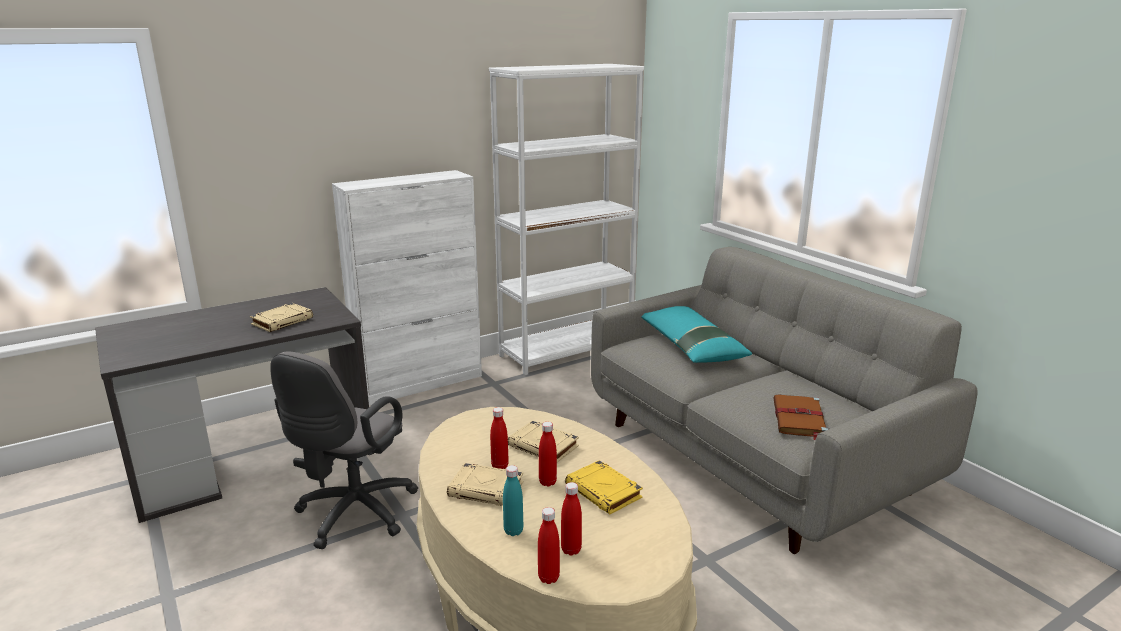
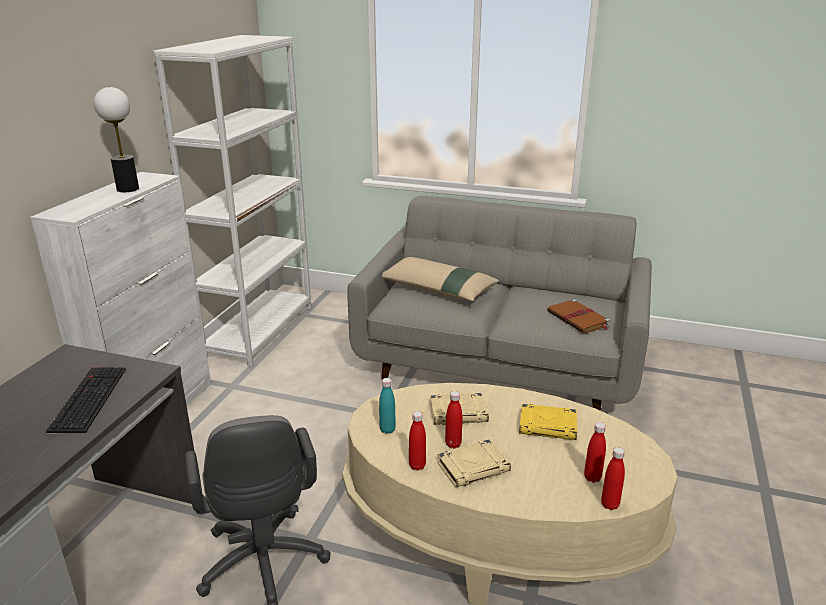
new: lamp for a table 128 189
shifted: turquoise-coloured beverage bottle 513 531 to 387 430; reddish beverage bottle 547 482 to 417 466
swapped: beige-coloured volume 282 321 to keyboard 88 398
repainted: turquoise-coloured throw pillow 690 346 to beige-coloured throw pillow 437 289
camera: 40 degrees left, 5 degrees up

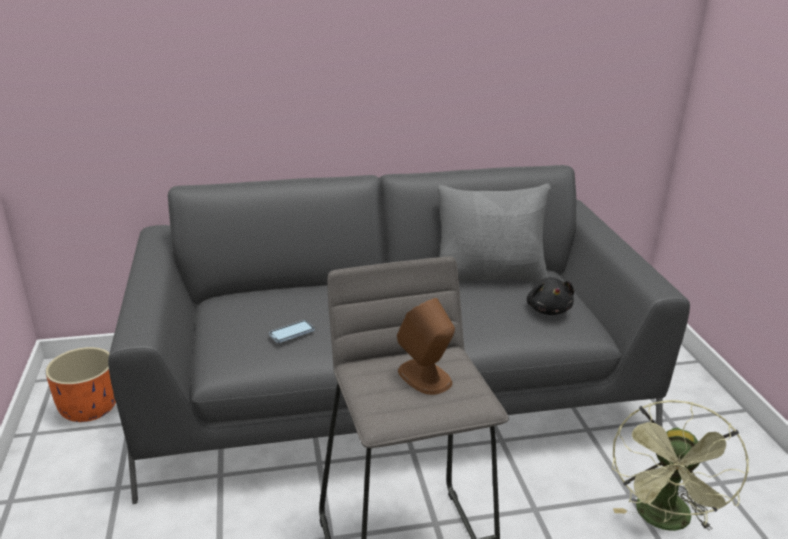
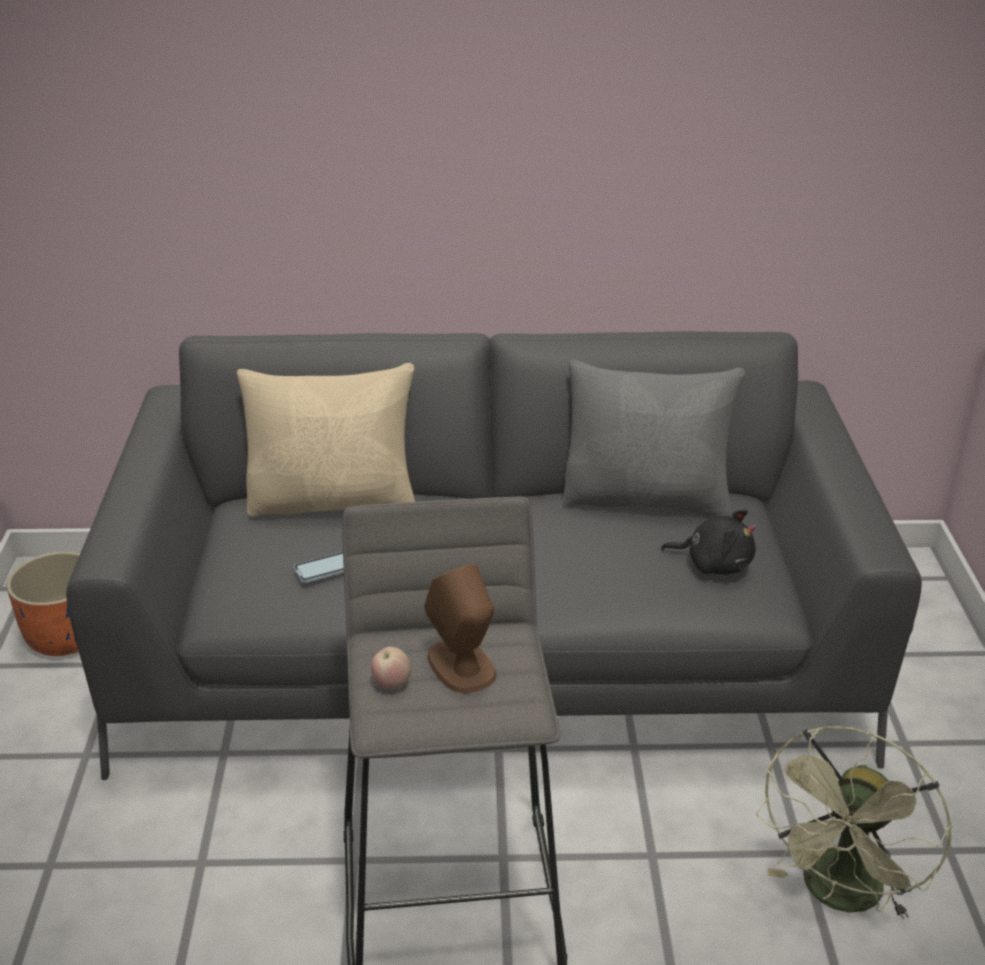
new: beige-coloured throw pillow 334 501; apple fruit 391 684
rotated: black-coloured soft toy 548 309 = 714 564 75 degrees counterclockwise
camera: 10 degrees right, 5 degrees up

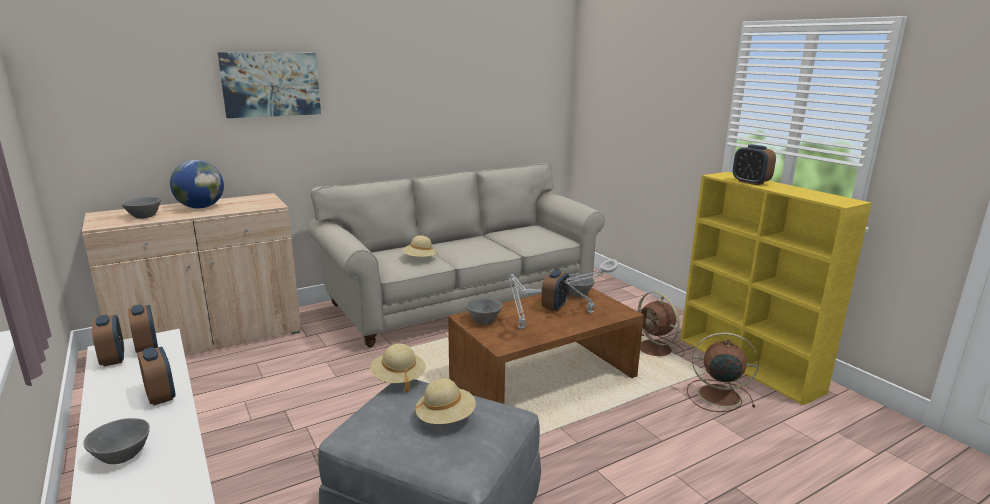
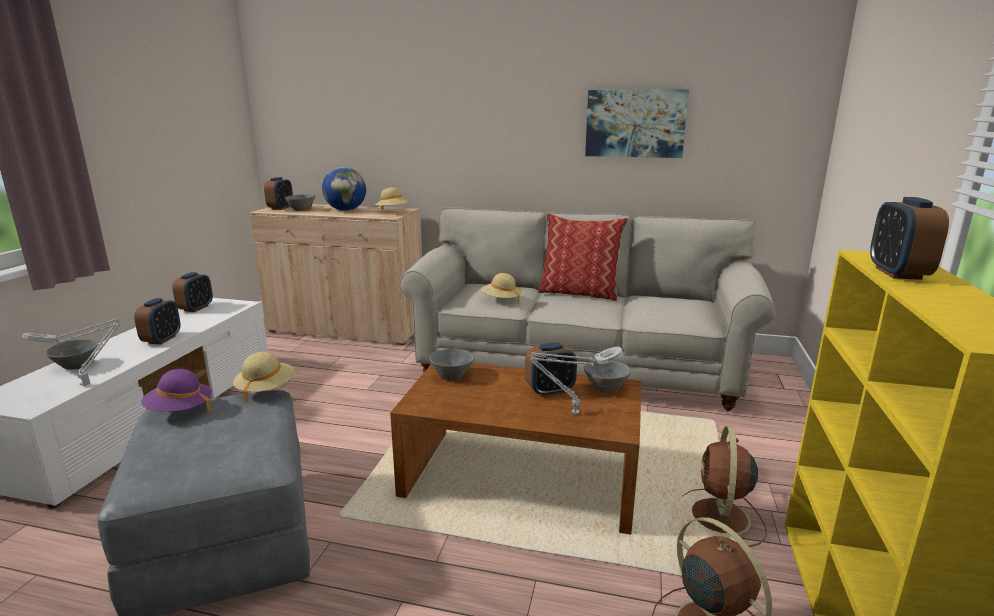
new: purplish wearable hat 180 410; throw pillow 579 293
shifted: table clock 147 347 to 280 208; wall art 271 84 to 635 123; beige-coloured wearable hat 445 418 to 393 212; greyish lamp for a table 520 327 to 88 384
camera: 45 degrees right, 0 degrees up

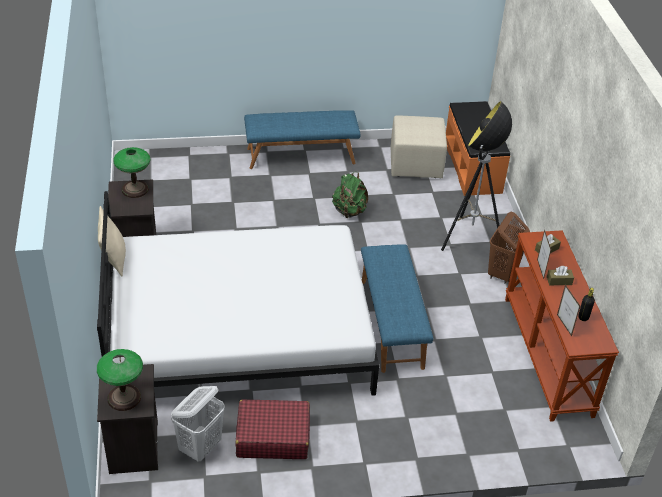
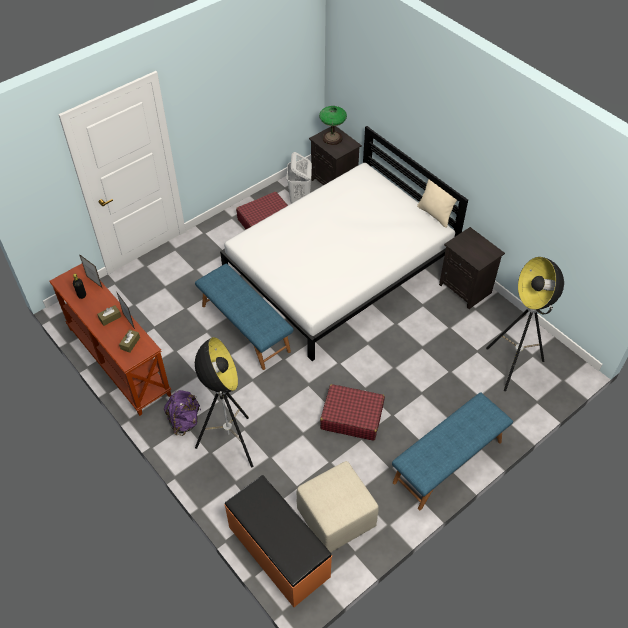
gone: lamp for a table 134 189
new: standard lamp 513 366
swapped: green knapsack 349 211 to reddish travel case 351 417; brownish laundry basket 502 273 to purplish knapsack 184 421
camera: 150 degrees right, 10 degrees up

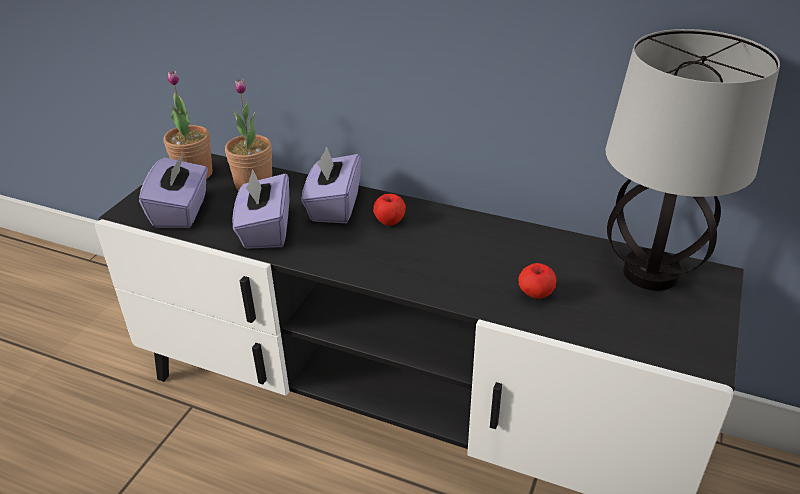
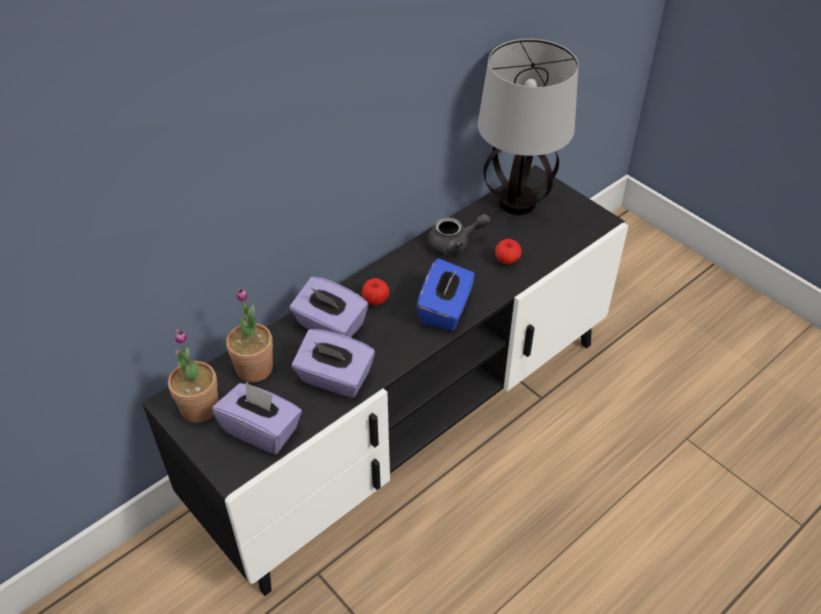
new: blue tissue holder 445 309; greyish tea pot 455 244
camera: 65 degrees left, 10 degrees up

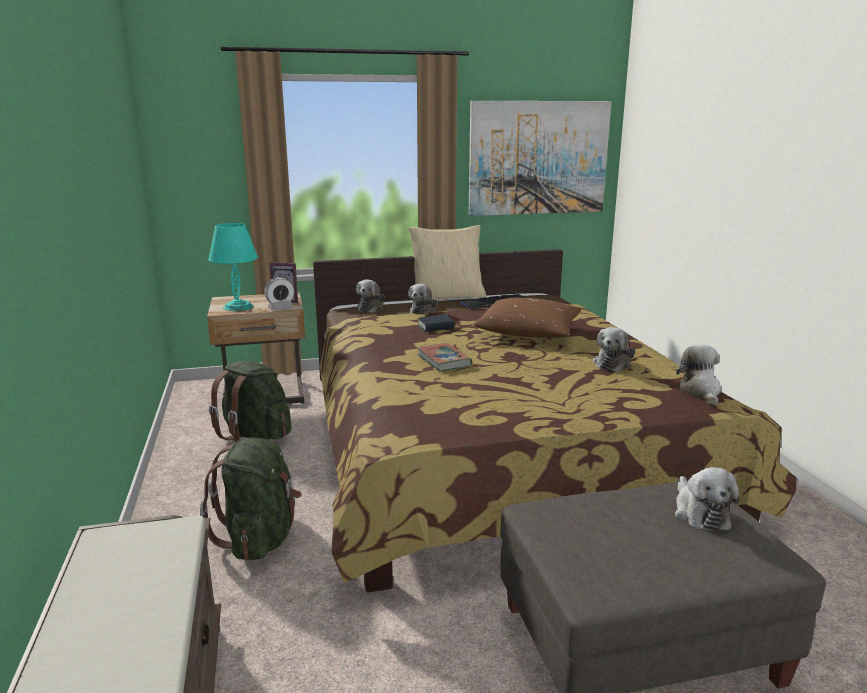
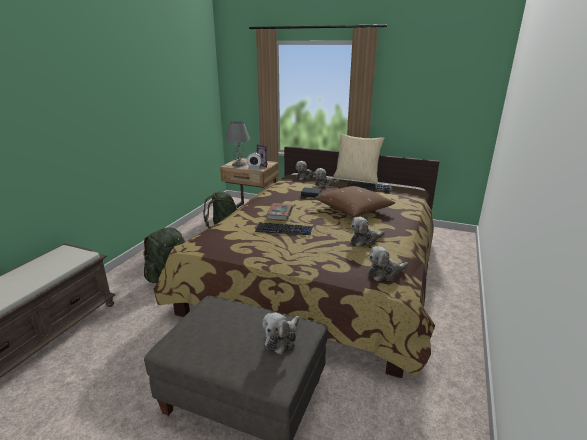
gone: wall art 538 158
new: keyboard 284 230
repainted: turquoise-coloured lamp for a table 237 307 to greyish lamp for a table 239 164
rotated: soft toy 700 392 = 385 273 150 degrees counterclockwise
camera: 35 degrees right, 5 degrees up

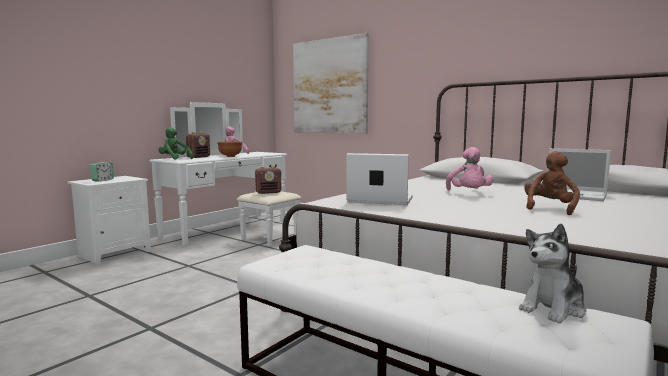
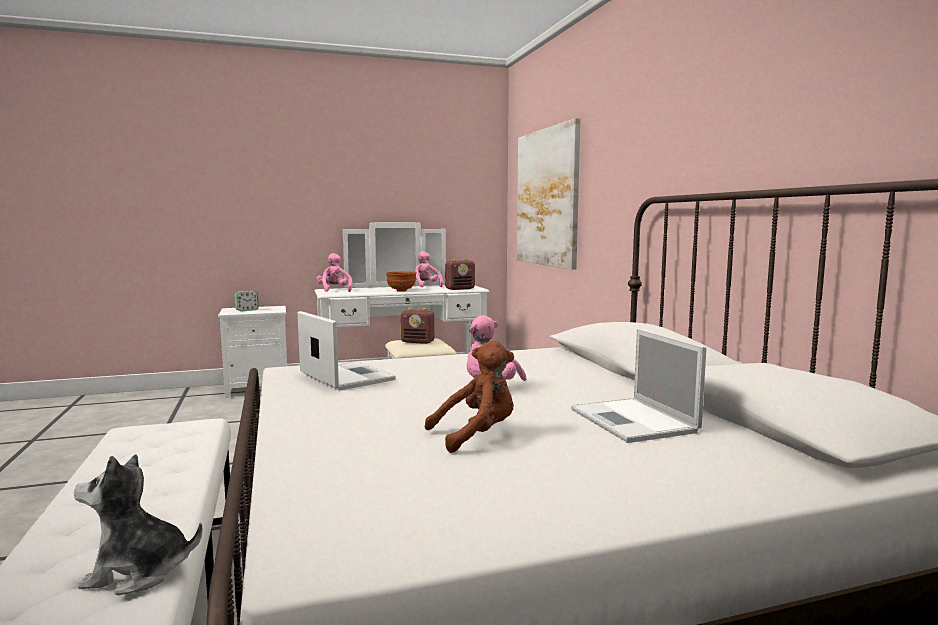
shifted: radio 198 157 to 460 289
repainted: green soft toy 174 159 to pink soft toy 334 290
camera: 35 degrees right, 0 degrees up

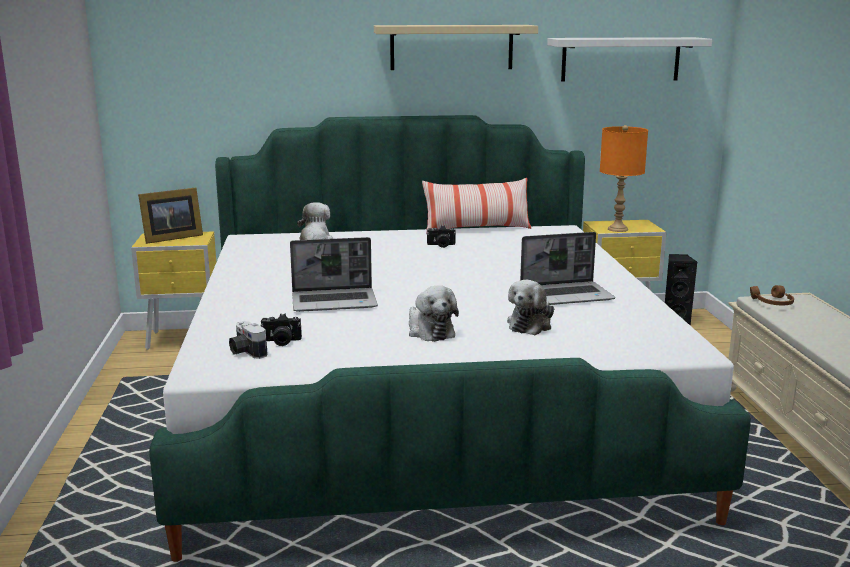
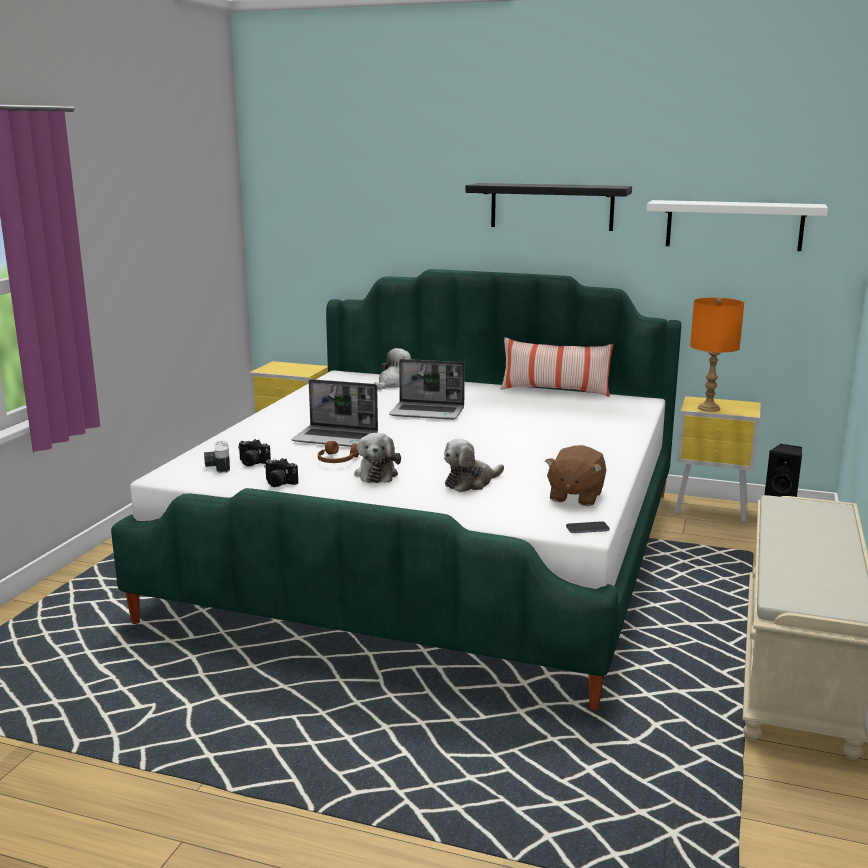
gone: photo frame 170 238
new: brownish soft toy 575 496; phone 587 529
shifted: photo camera 441 245 to 278 483; laptop 567 295 to 428 412; brownish headset 772 303 to 337 460
repainted: beige-coloured bracket shelf 451 47 to black-coloured bracket shelf 551 206
camera: 25 degrees right, 0 degrees up

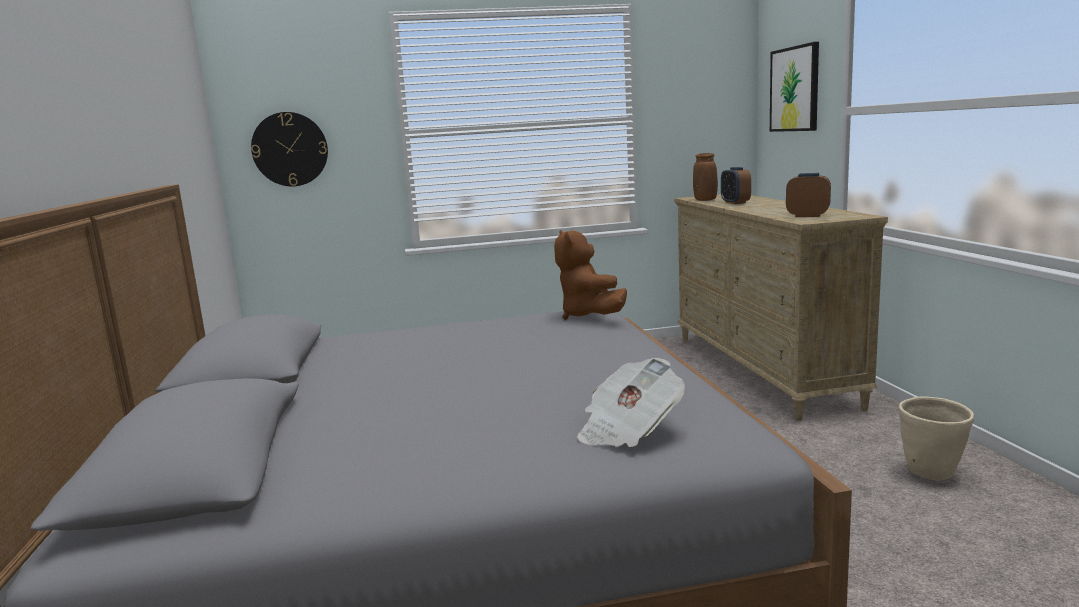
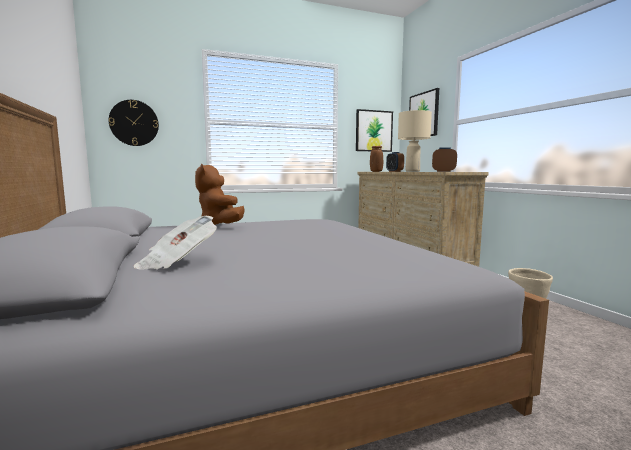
new: wall art 373 131; beige-coloured lamp for a table 412 171
shifted: brownish soft toy 589 316 to 220 226; printed paper 628 430 to 177 262
camera: 10 degrees left, 5 degrees down

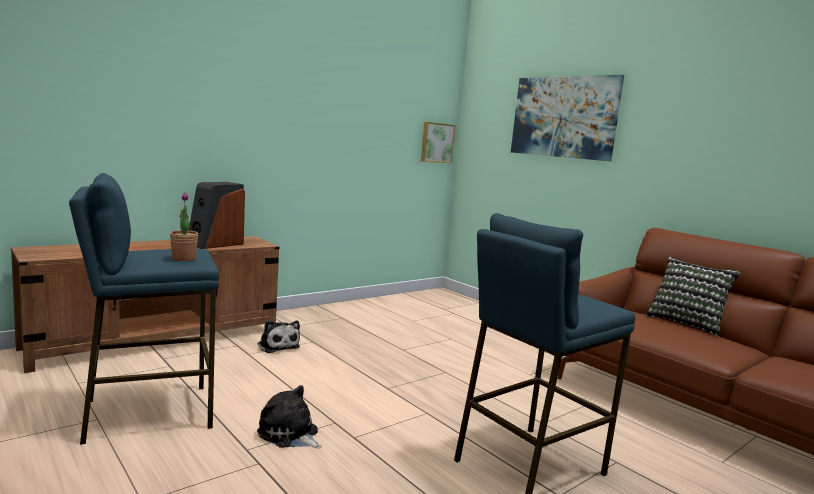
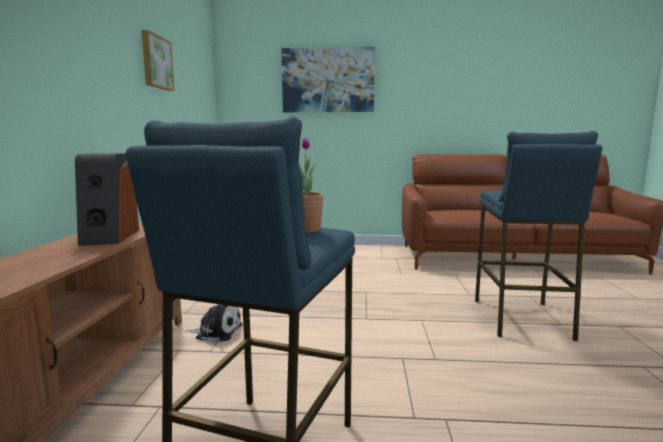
gone: soft toy 290 434; throw pillow 686 323
shifted: wall art 436 142 to 156 62
camera: 45 degrees left, 0 degrees up

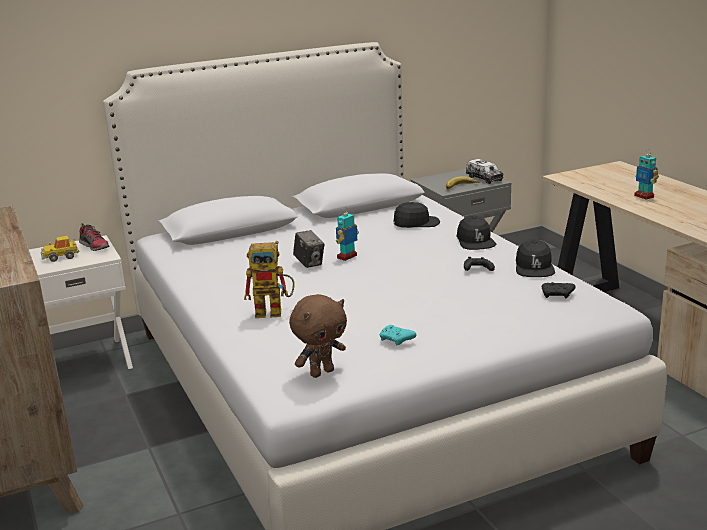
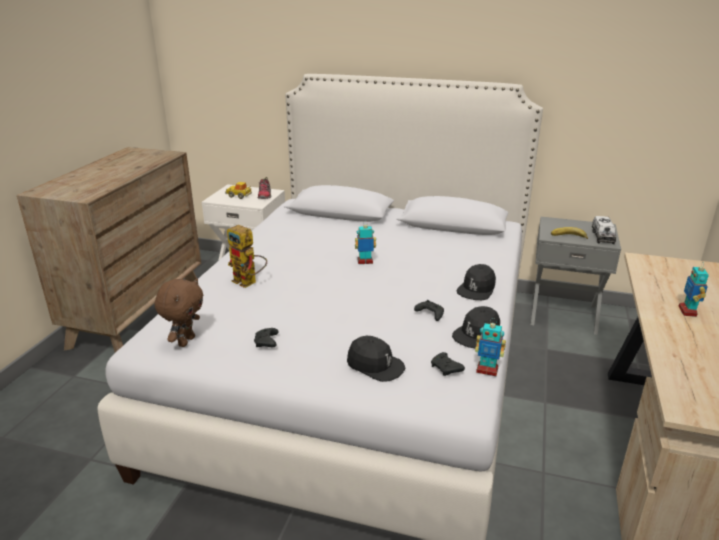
gone: photo camera 309 263
new: robot figure 487 370
shifted: black-coloured cap 416 223 to 375 365
repainted: turquoise-coloured game controller 397 340 to black-coloured game controller 267 343
rotated: brownish soft toy 321 372 = 185 341 75 degrees counterclockwise
camera: 40 degrees right, 5 degrees up

